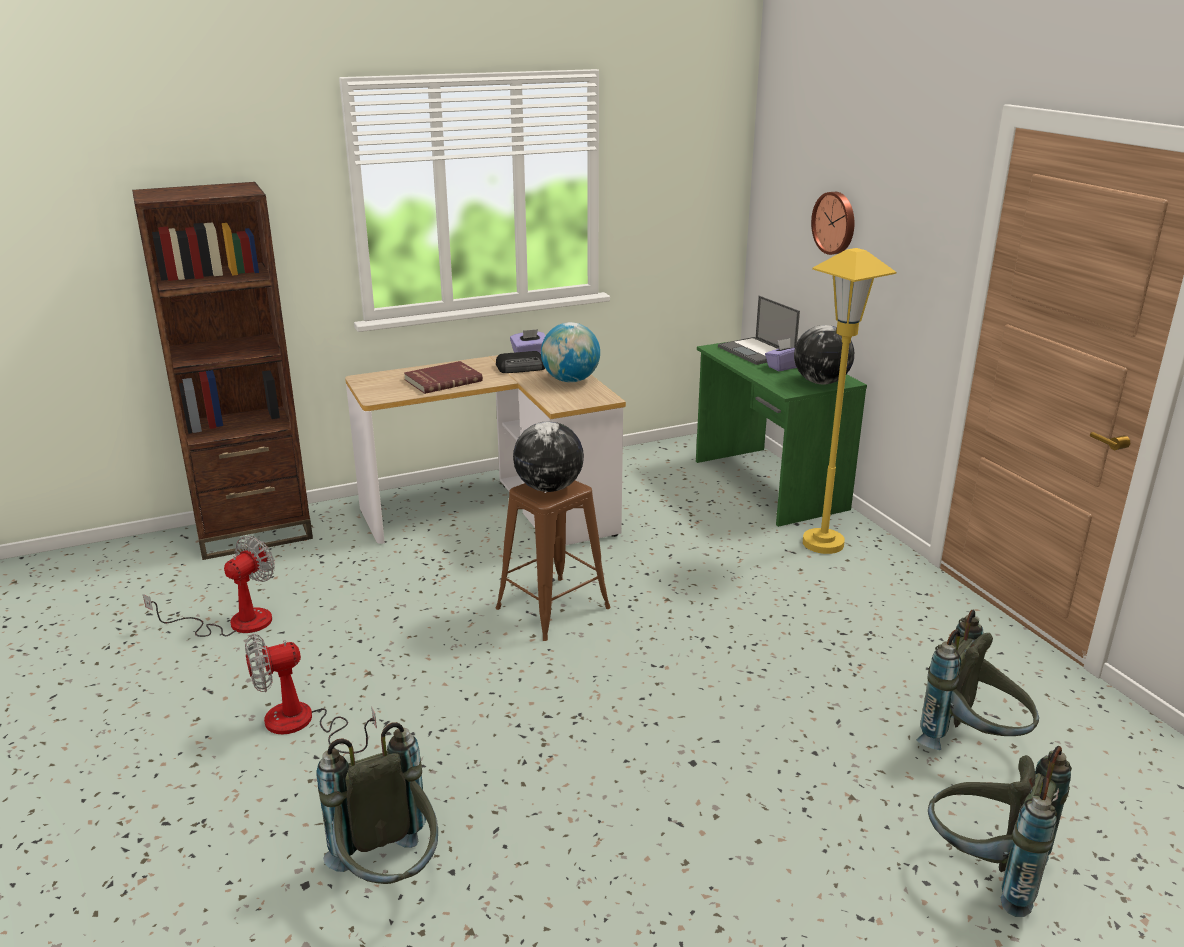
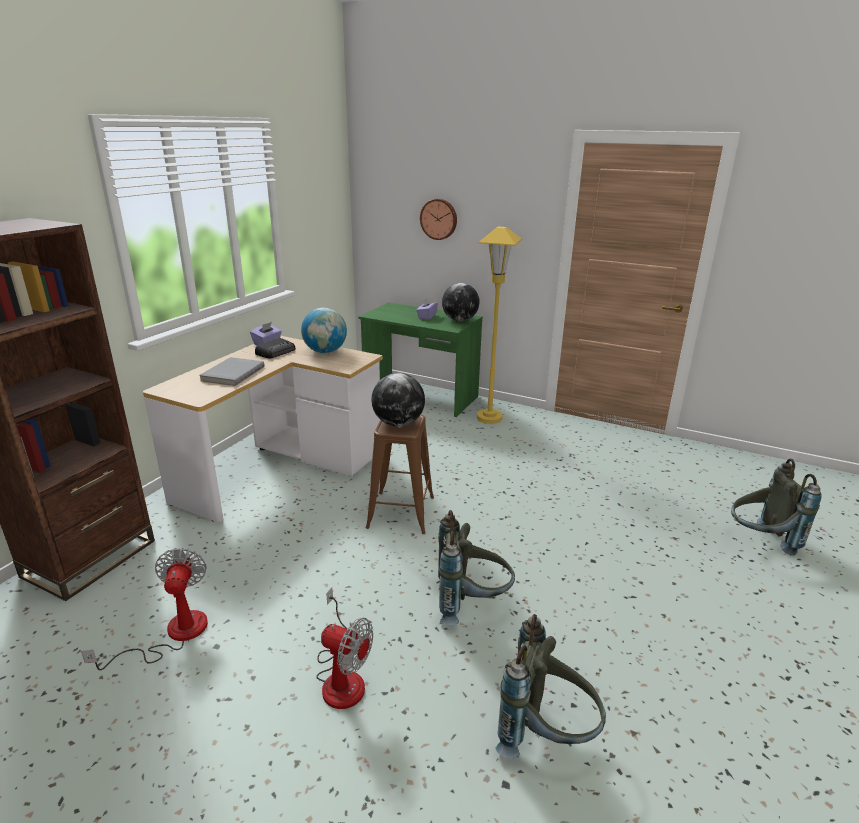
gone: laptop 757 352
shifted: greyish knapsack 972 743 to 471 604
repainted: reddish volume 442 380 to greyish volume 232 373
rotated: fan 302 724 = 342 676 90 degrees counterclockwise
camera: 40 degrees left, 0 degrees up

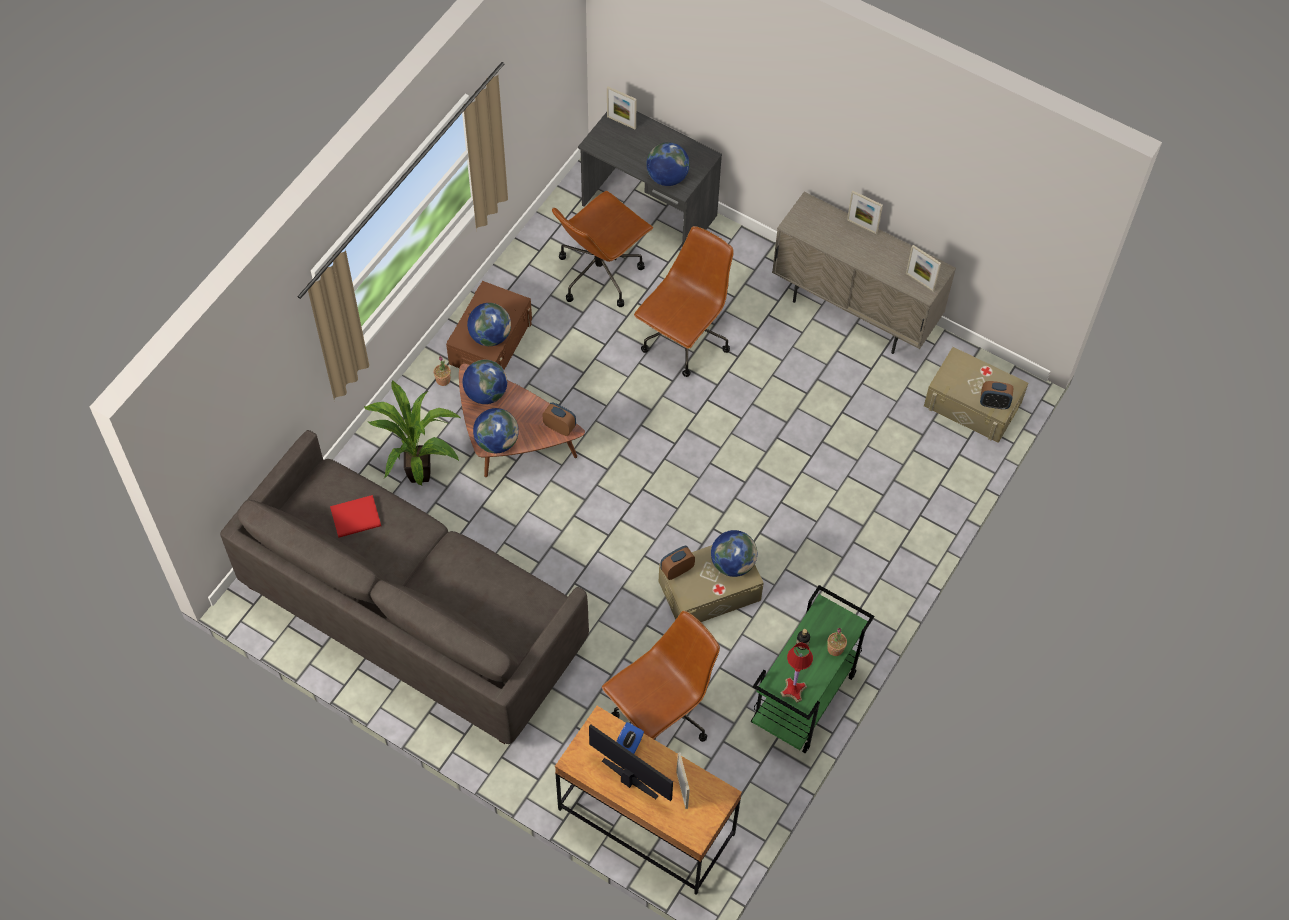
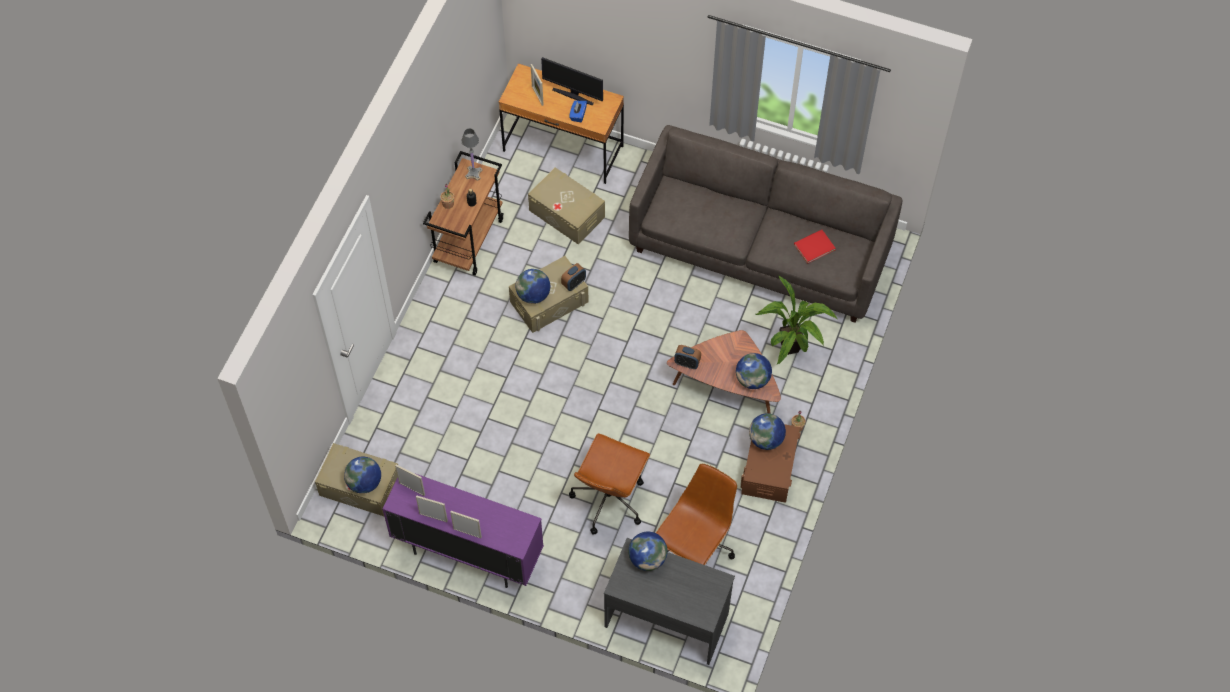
gone: table clock 994 403
shifted: world globe 497 441 to 364 483; photo frame 621 122 to 433 517
swapped: brownish desk chair 661 715 to beige-coloured storage bin 566 213
repainted: green trolley 804 700 to brownish trolley 468 240; beige-coloured cabinet 854 311 to purplish cabinet 468 553; reddish lamp for a table 793 690 to greyish lamp for a table 473 173
camera: 170 degrees right, 0 degrees up

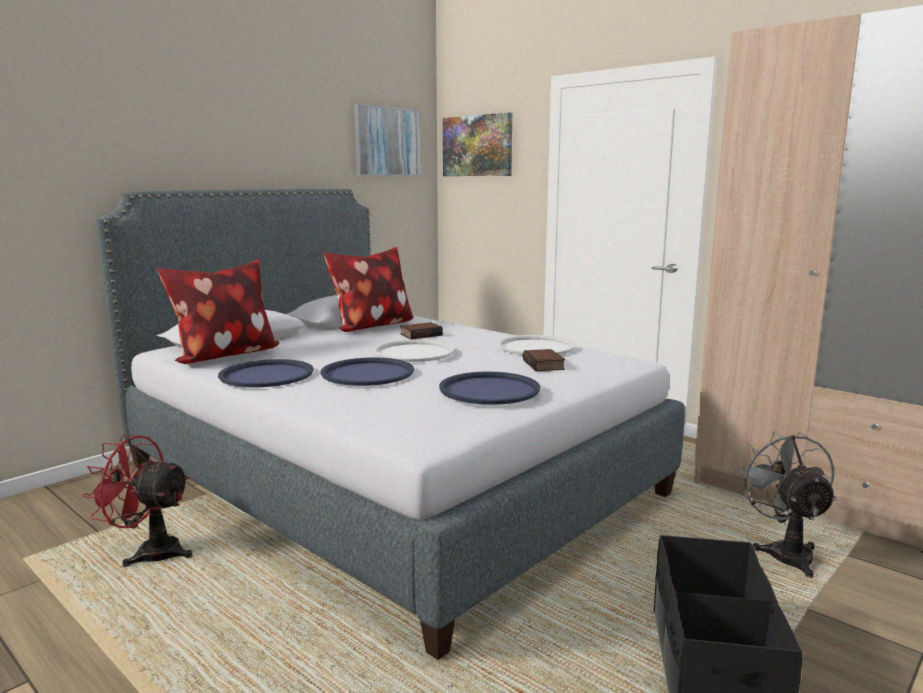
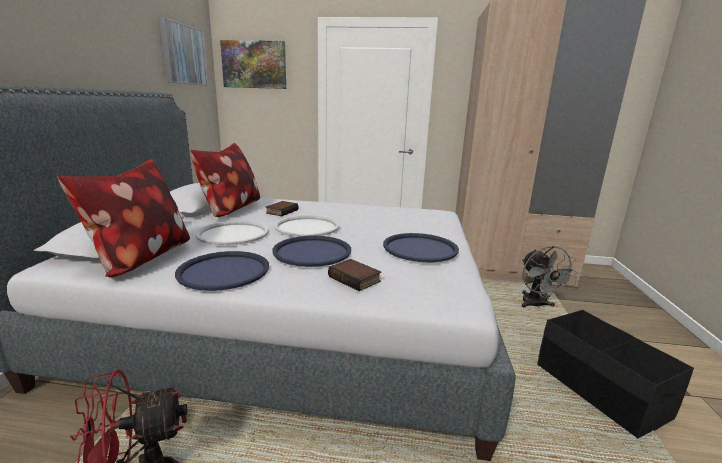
shifted: white tray 535 347 to 233 234; volume 545 365 to 355 279
rotated: greyish fan 785 552 = 536 305 150 degrees counterclockwise
camera: 35 degrees left, 5 degrees up

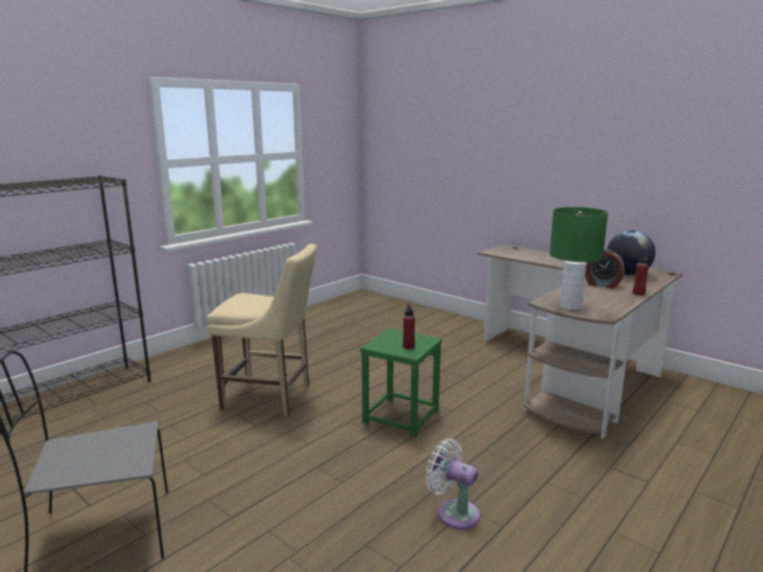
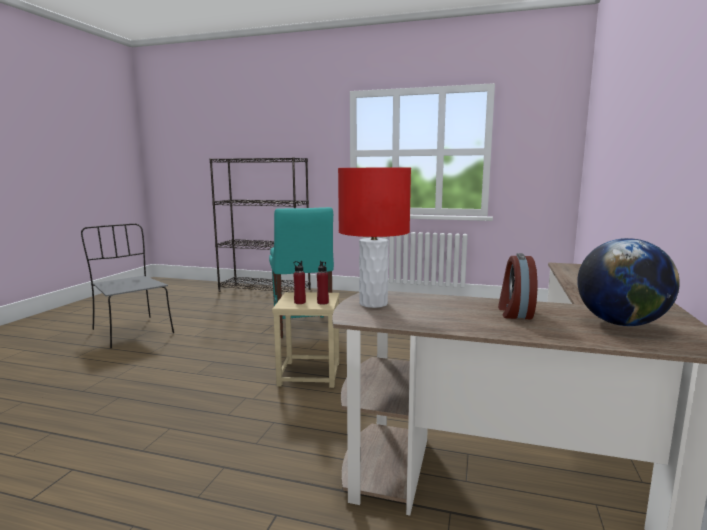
gone: white fan 454 512
shifted: reddish beverage bottle 638 293 to 323 302
repainted: beige-coloured chair 271 398 to turquoise-coloured chair 302 328; green stool seat 400 417 to beige-coloured stool seat 309 374; green lamp for a table 570 307 to reddish lamp for a table 373 303
camera: 65 degrees right, 5 degrees down

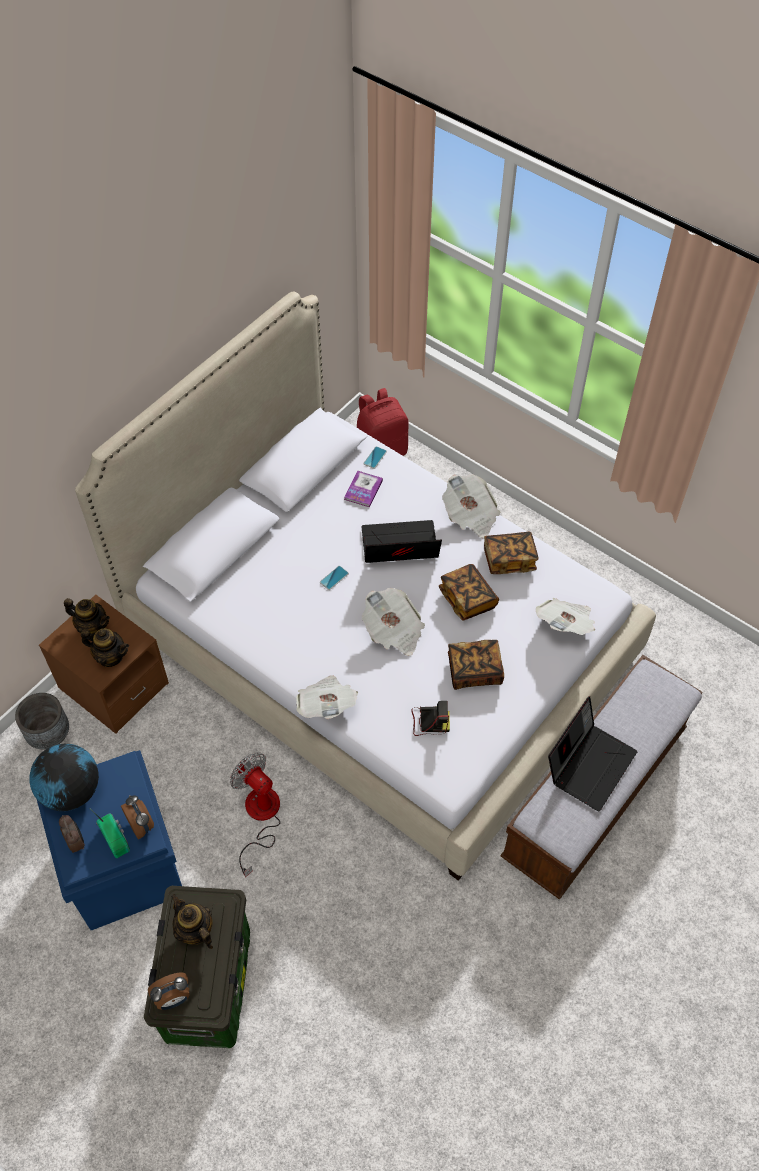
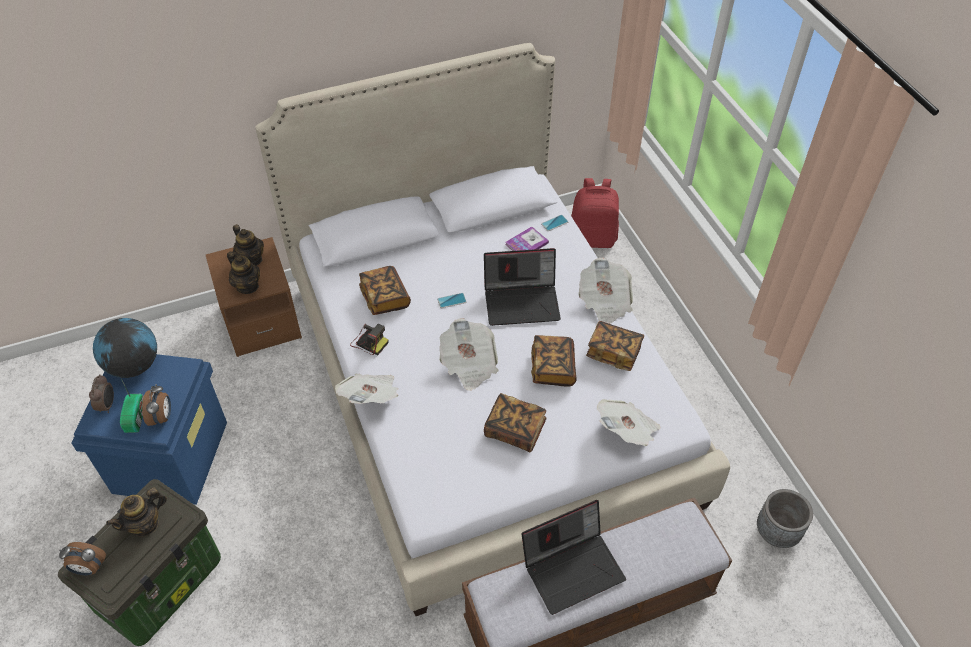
gone: fan 260 817
new: volume 385 298
shifted: greyish plant pot 49 734 to 777 532; photo camera 429 722 to 369 342
rotated: tea pot 195 931 = 145 524 120 degrees counterclockwise; laptop 398 548 = 522 301 150 degrees clockwise
camera: 30 degrees right, 5 degrees down

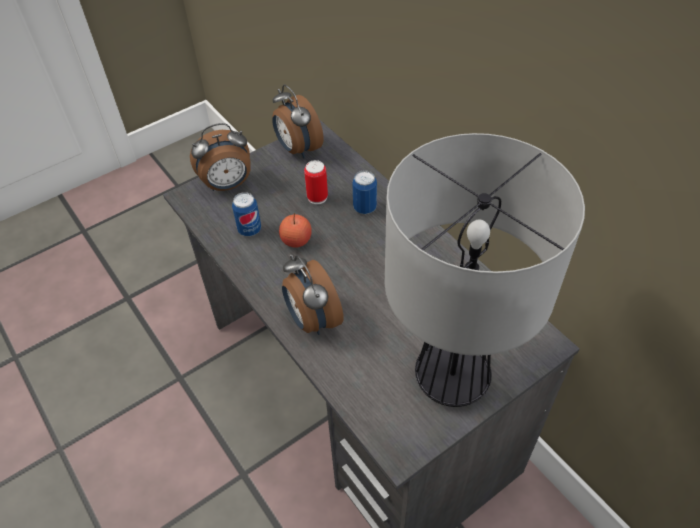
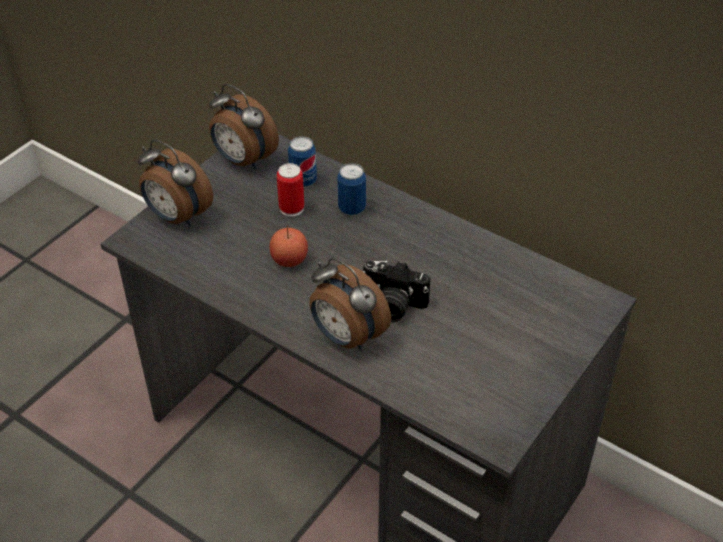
gone: lamp for a table 451 377
new: photo camera 392 305
shifted: can 249 229 to 303 181
rotated: table clock 227 185 = 177 217 75 degrees clockwise
camera: 20 degrees left, 5 degrees down

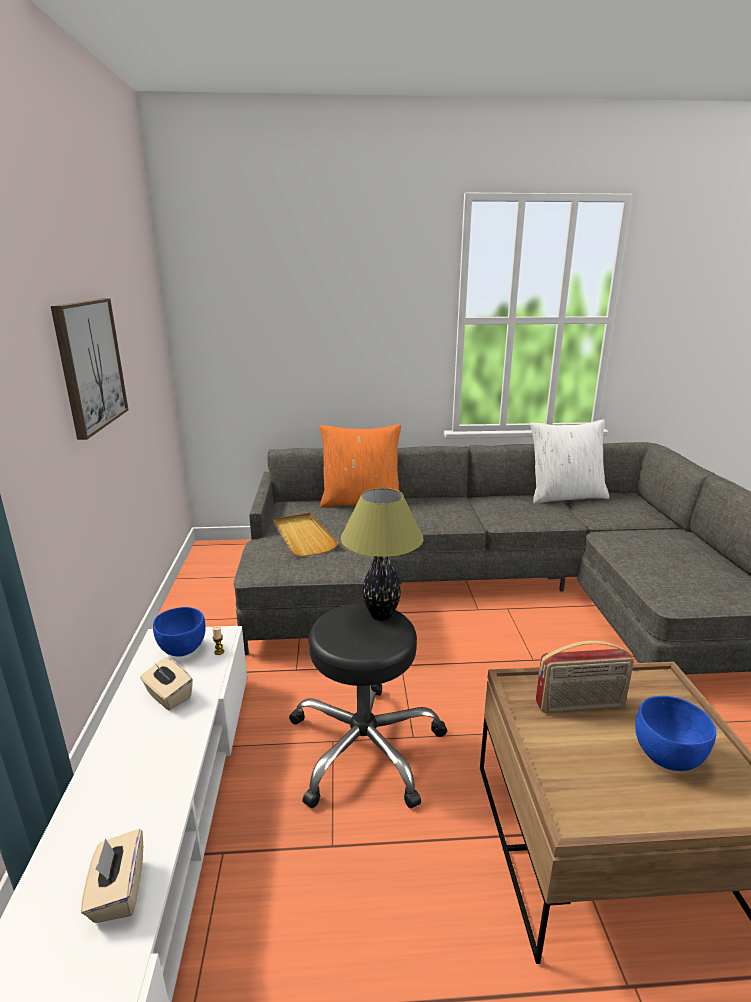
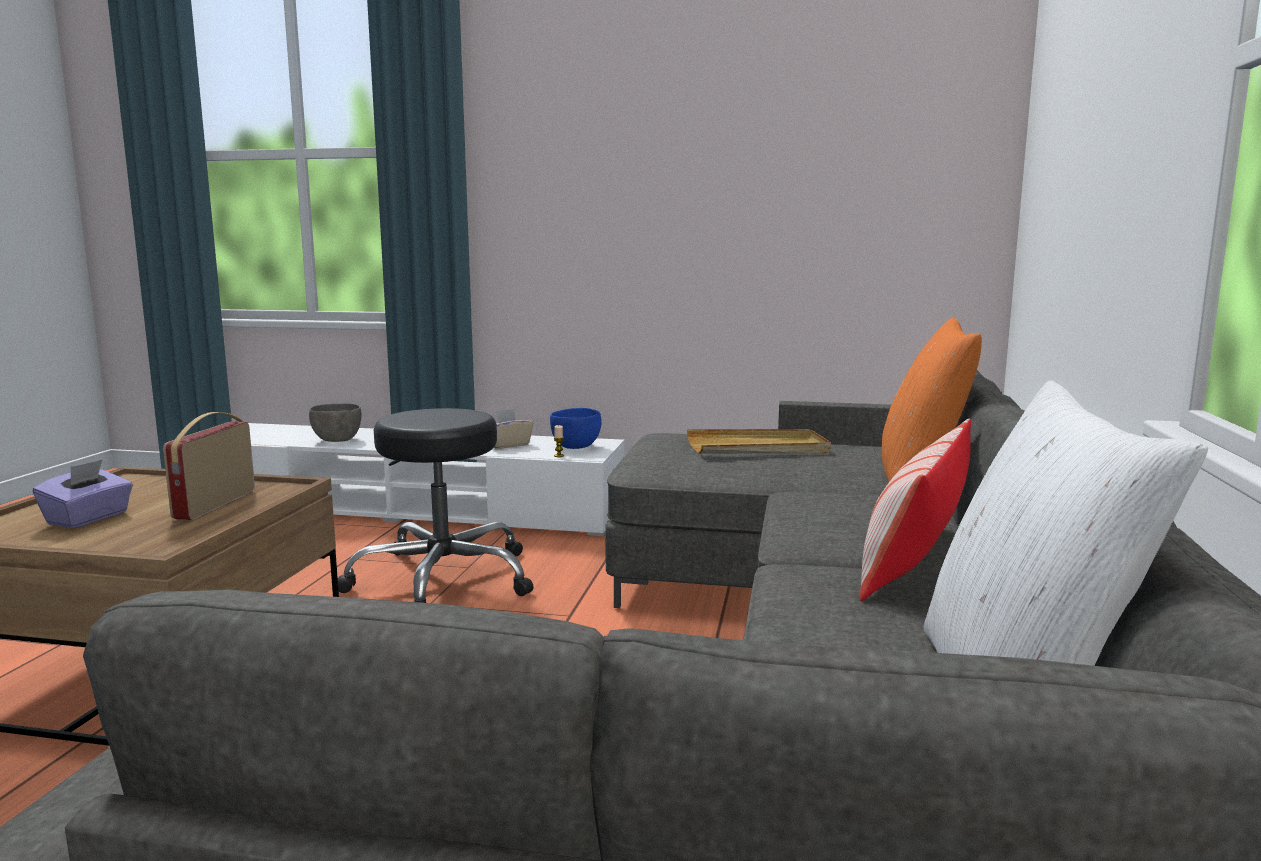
gone: wall art 90 365; lamp for a table 381 615
new: throw pillow 914 559
swapped: beige-coloured tissue holder 118 891 to greyish bowl 336 440; blue bowl 667 757 to purplish tissue holder 89 518
camera: 105 degrees right, 10 degrees down

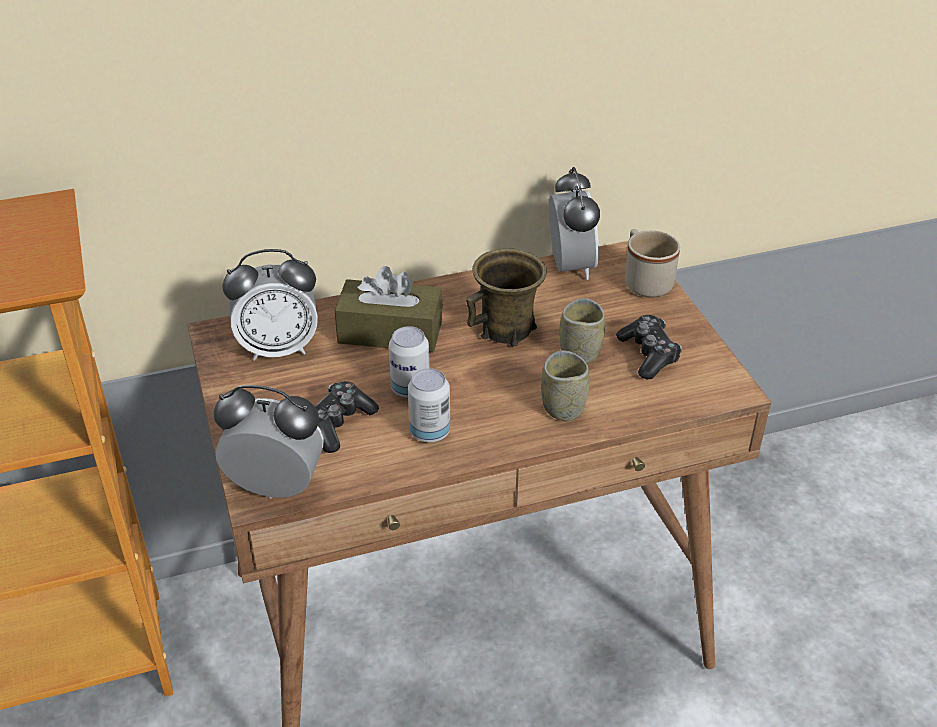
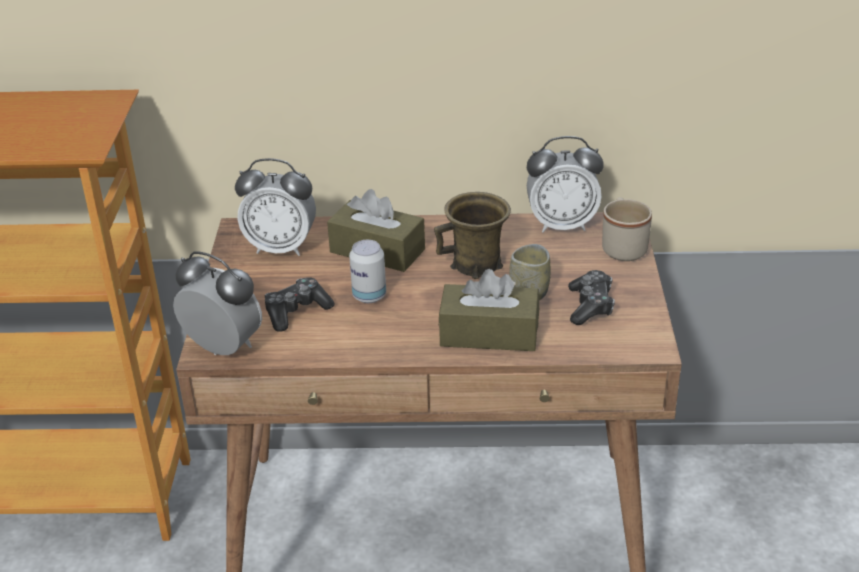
gone: can 430 432
swapped: cup 563 408 to brownish tissue holder 489 334
rotated: table clock 570 267 = 562 225 75 degrees clockwise
camera: 20 degrees right, 5 degrees down

